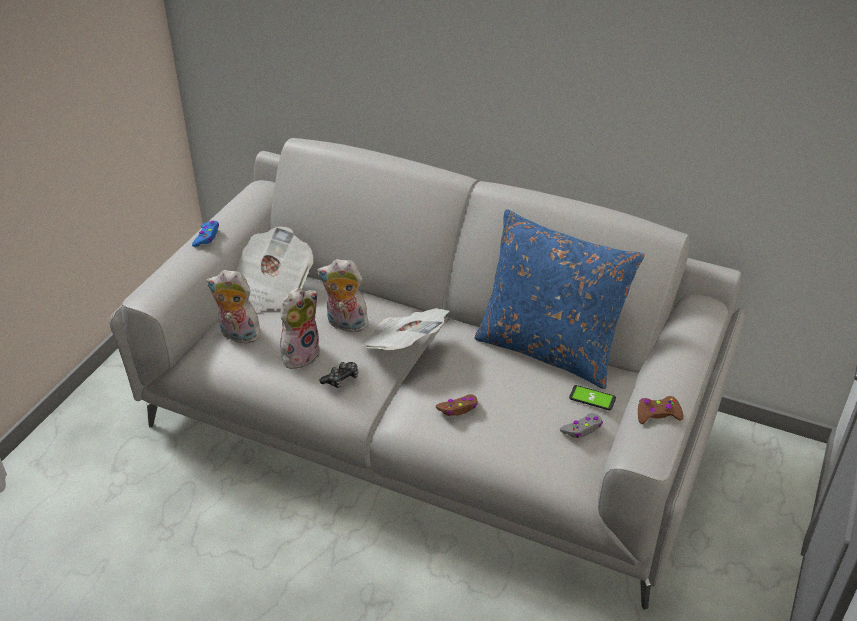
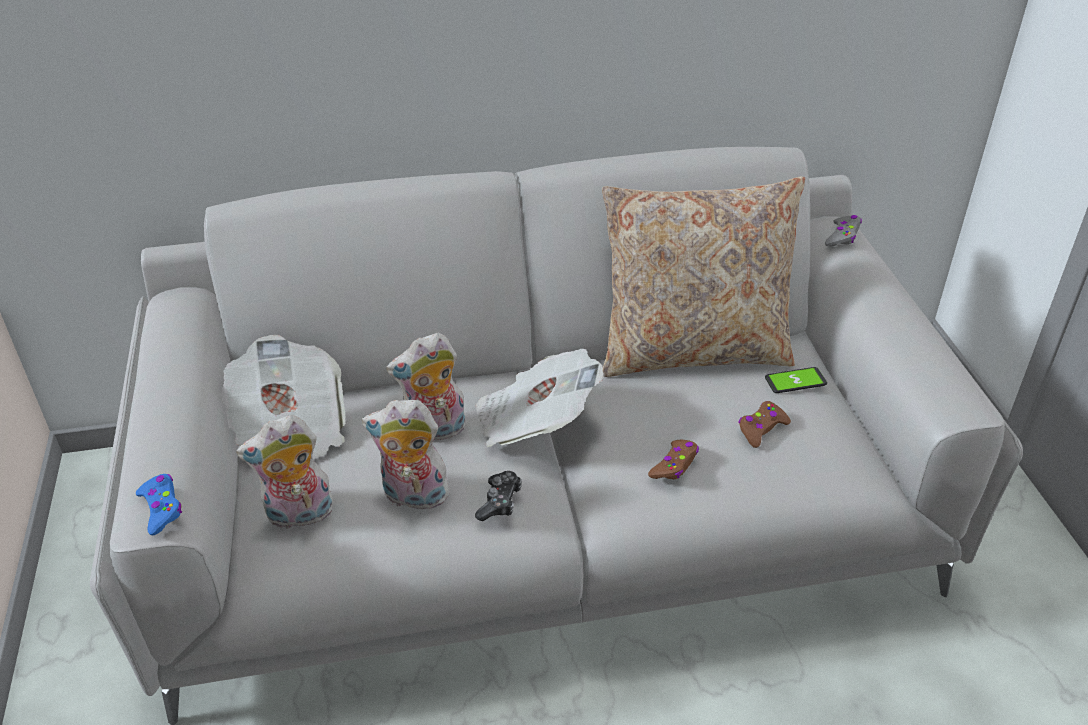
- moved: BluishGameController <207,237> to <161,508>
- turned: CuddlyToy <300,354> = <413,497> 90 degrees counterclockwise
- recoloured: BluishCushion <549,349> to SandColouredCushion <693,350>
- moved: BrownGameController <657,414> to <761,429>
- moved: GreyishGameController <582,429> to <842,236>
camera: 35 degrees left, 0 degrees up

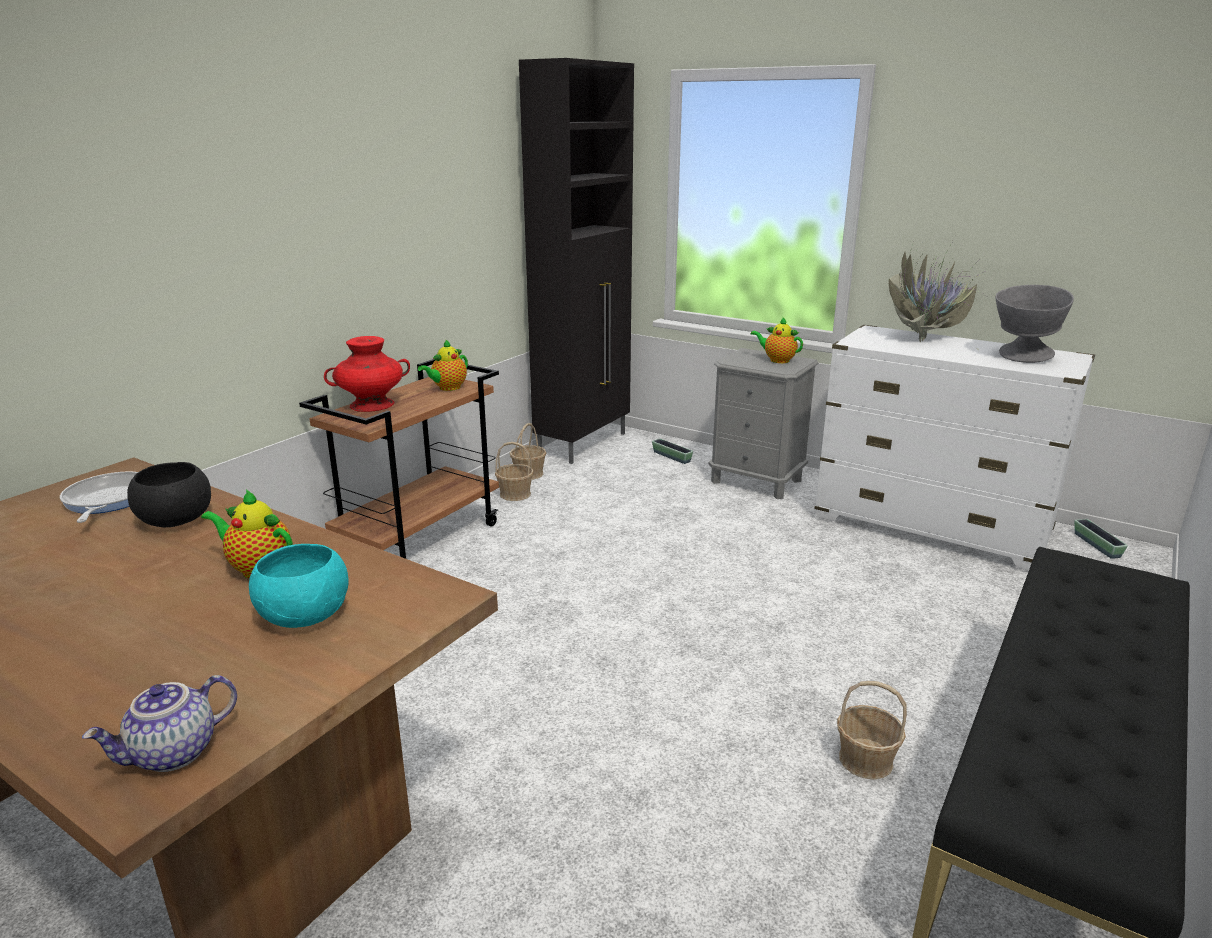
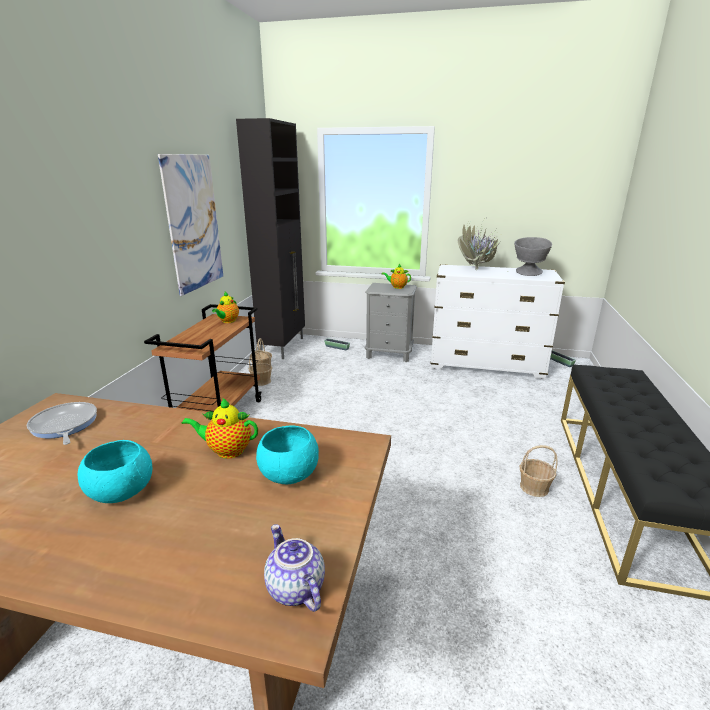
- added: TurquoiseBowl <121,491>
- added: WallPicture <194,223>
- turned: TeaPot <174,754> = <294,588> 120 degrees clockwise
- removed: BlackBowl <176,520>
- removed: RedVase <371,405>
camera: 20 degrees left, 0 degrees up

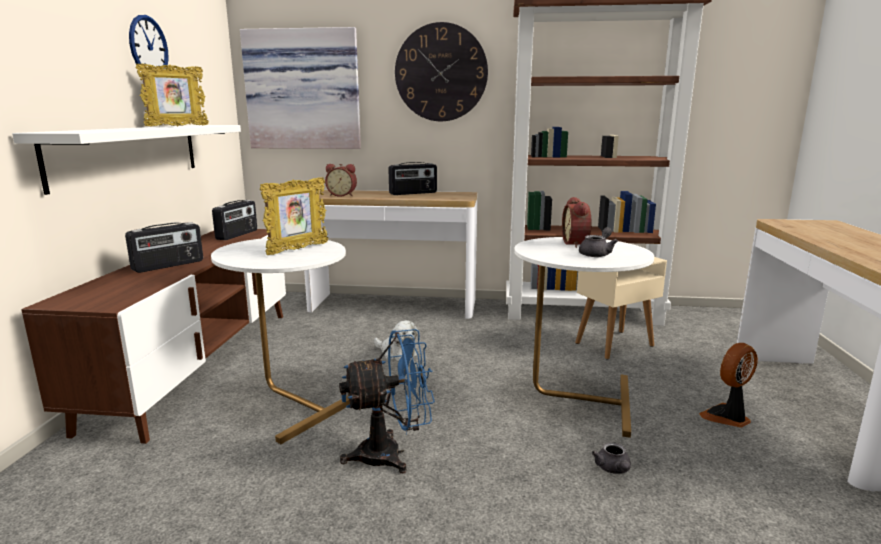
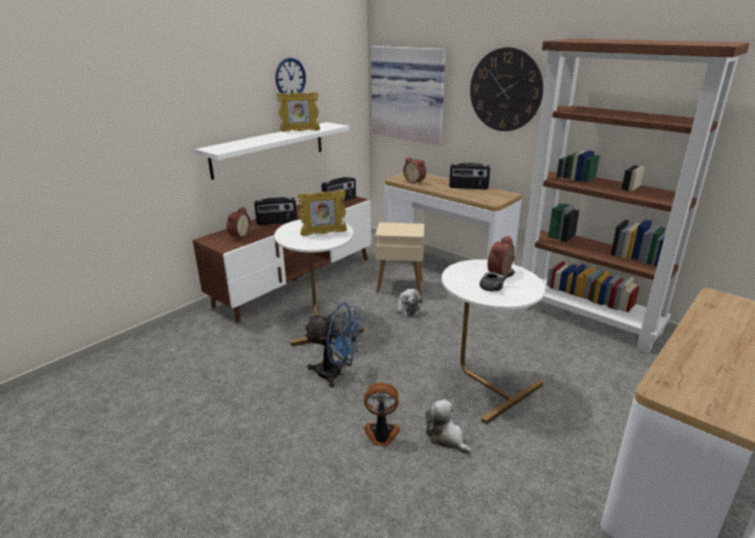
- added: BedsideClock <238,236>
- moved: CoolingFan <727,417> to <381,435>
- moved: SandColouredEndTable <613,345> to <399,286>
- replaced: GreyishTeaPot <613,469> to CuddlyToy <446,437>
camera: 35 degrees right, 10 degrees up

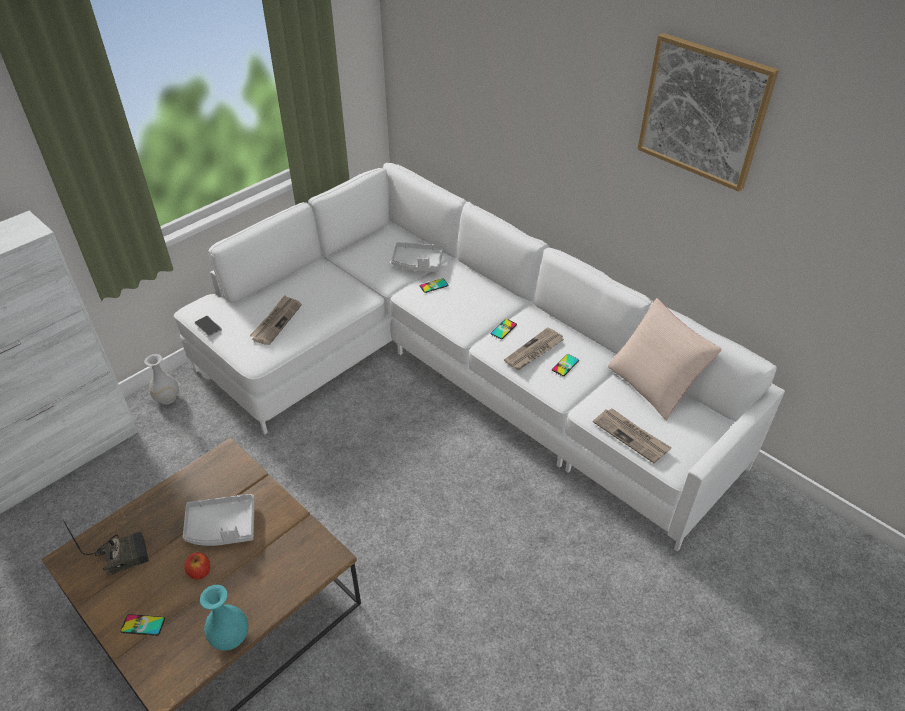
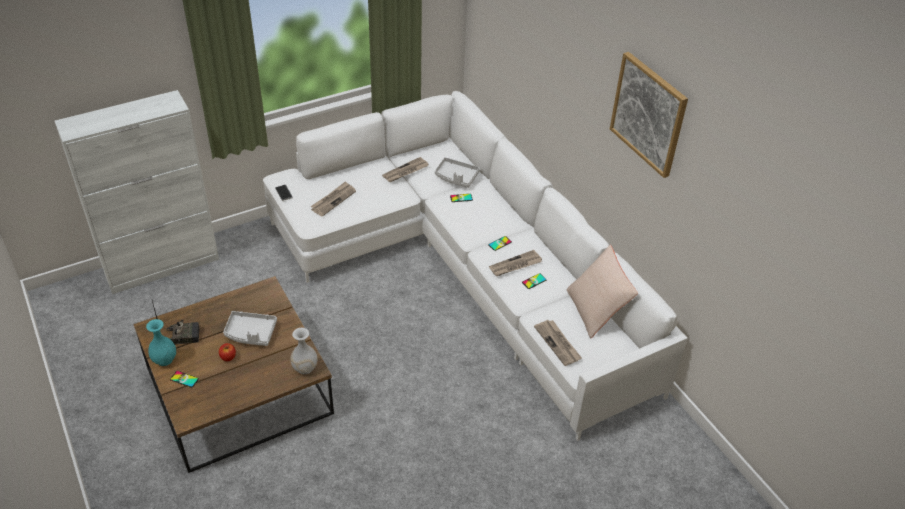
- moved: TurquoiseVase <231,637> to <165,359>
- moved: WhiteColouredVase <167,398> to <304,368>
- added: Newspaper <405,171>
camera: 15 degrees right, 0 degrees up

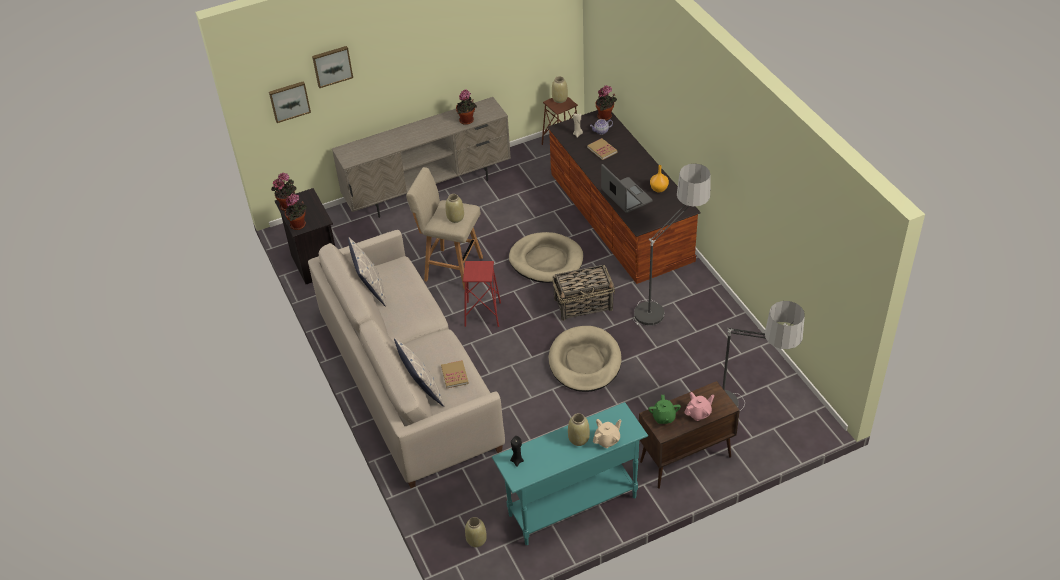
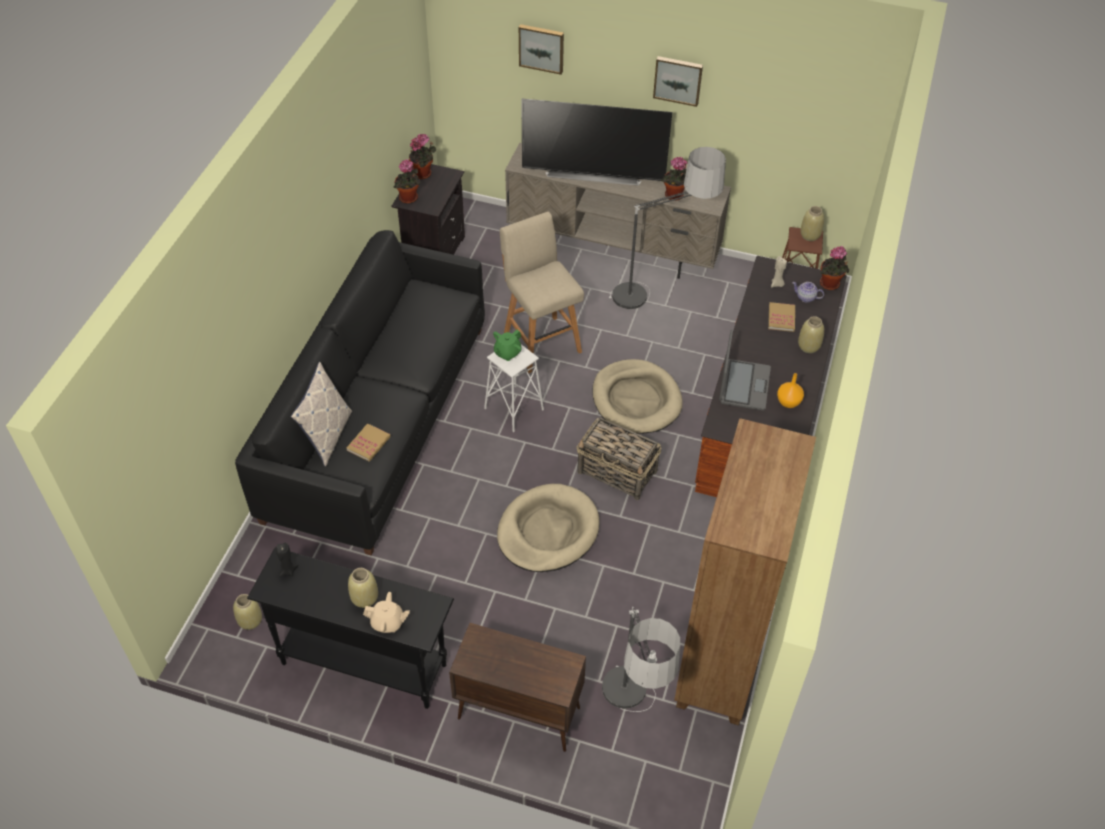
- recoloured: SandColouredSofa <408,380> to BlackSofa <377,421>
- recoloured: TurquoiseNarrowTable <572,506> to BlackNarrowTable <363,663>
- recoloured: RedStoolSeat <482,314> to WhiteColouredStoolSeat <514,409>
- moved: GreenColouredTeaPot <663,417> to <507,353>
- added: Tv <593,173>
- moved: FloorLamp <666,303> to <657,299>
- moved: WallPicture <289,101> to <678,80>
- added: BrownBookshelf <719,661>
- moved: SandColouredVase <455,218> to <808,346>
- removed: Cushion <371,290>
- removed: PinkTeaPot <699,413>
camera: 40 degrees right, 5 degrees up

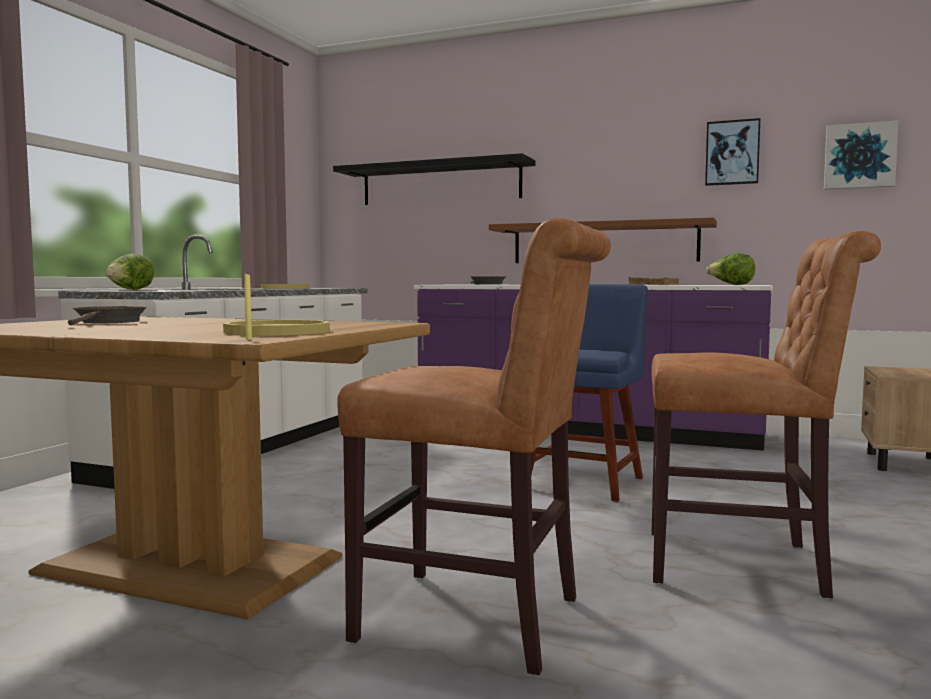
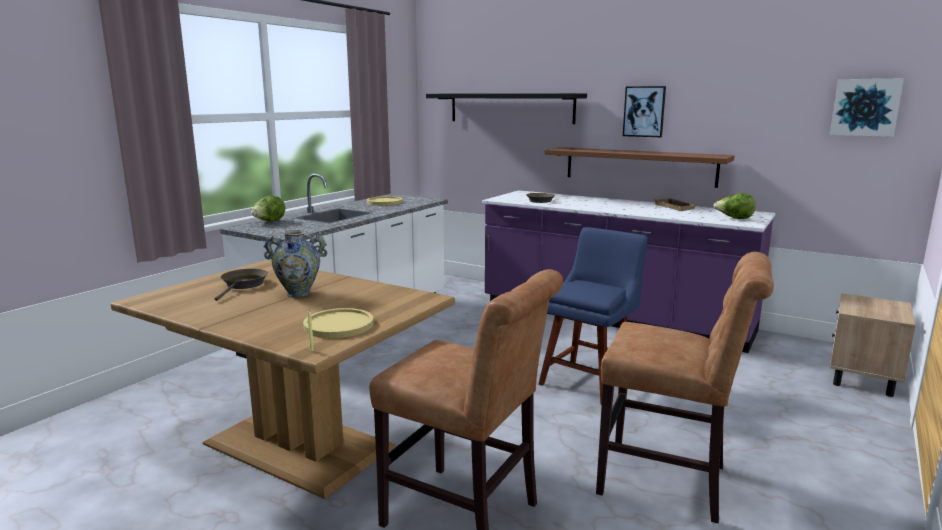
- added: Vase <298,294>
- moved: WallPicture <732,152> to <644,111>
camera: 10 degrees right, 10 degrees up

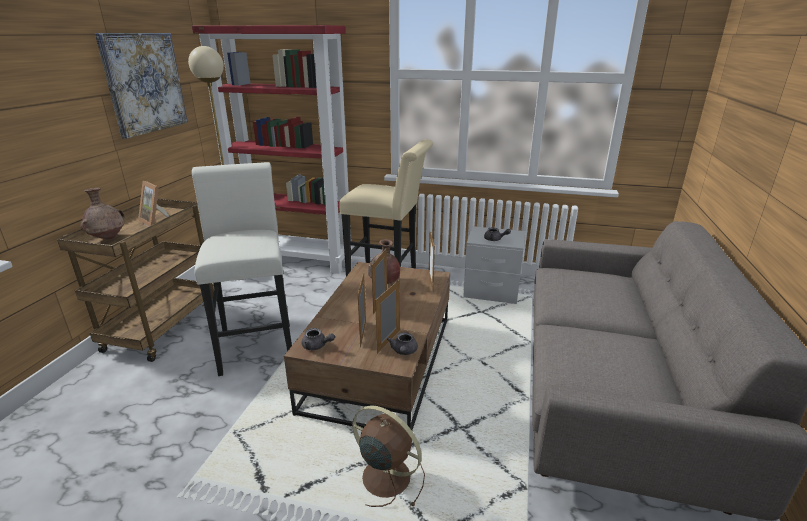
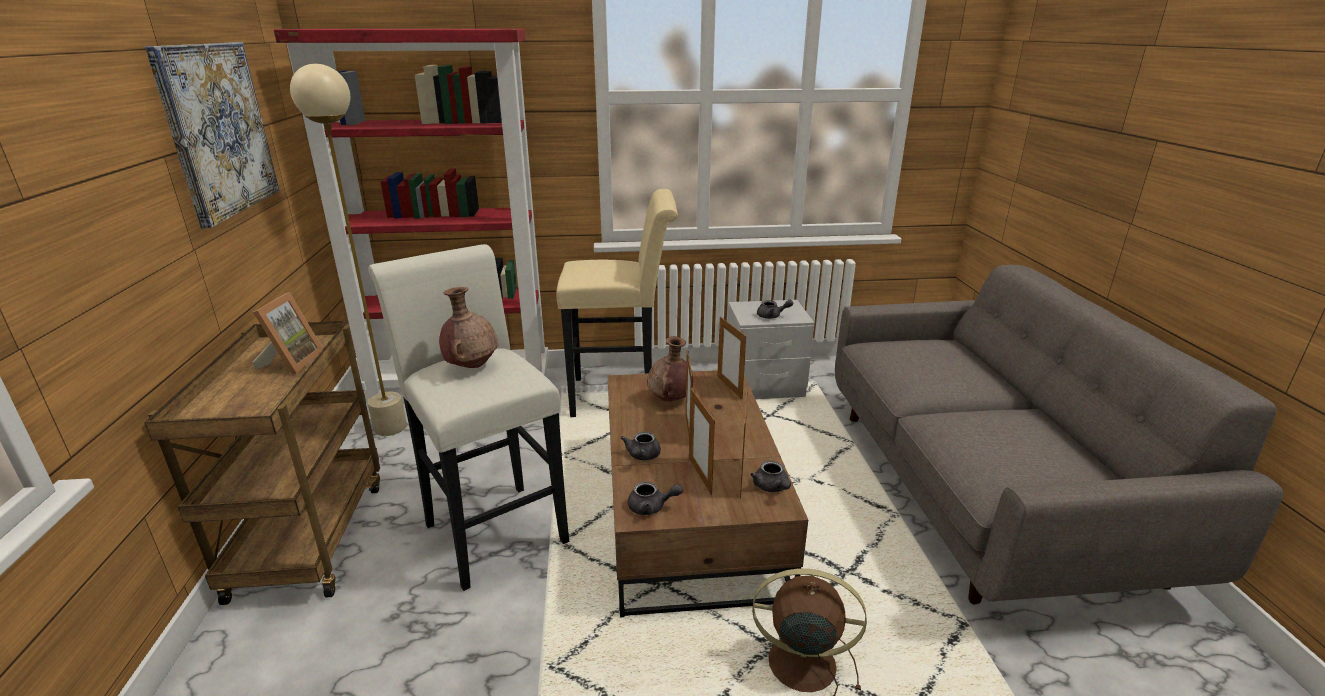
- turned: StandingFrame <156,221> = <292,362> 105 degrees counterclockwise
- moved: BrownVase <108,238> to <472,366>
- added: GreyishTeaPot <642,456>
camera: 20 degrees left, 0 degrees up

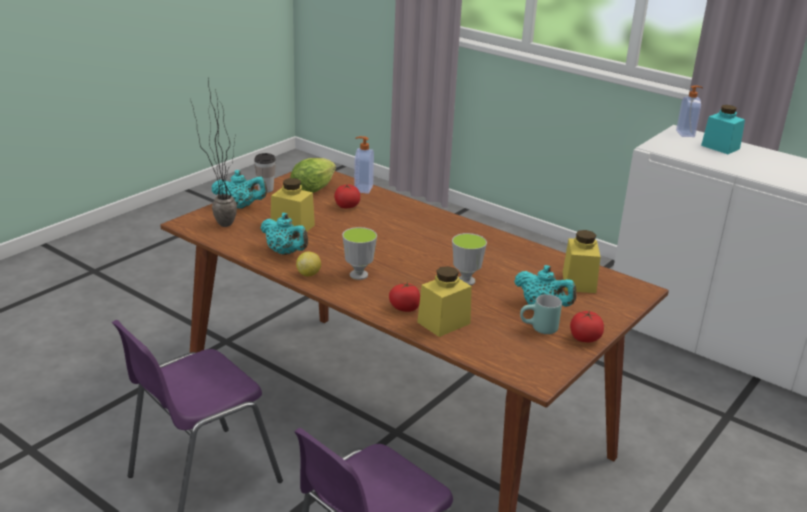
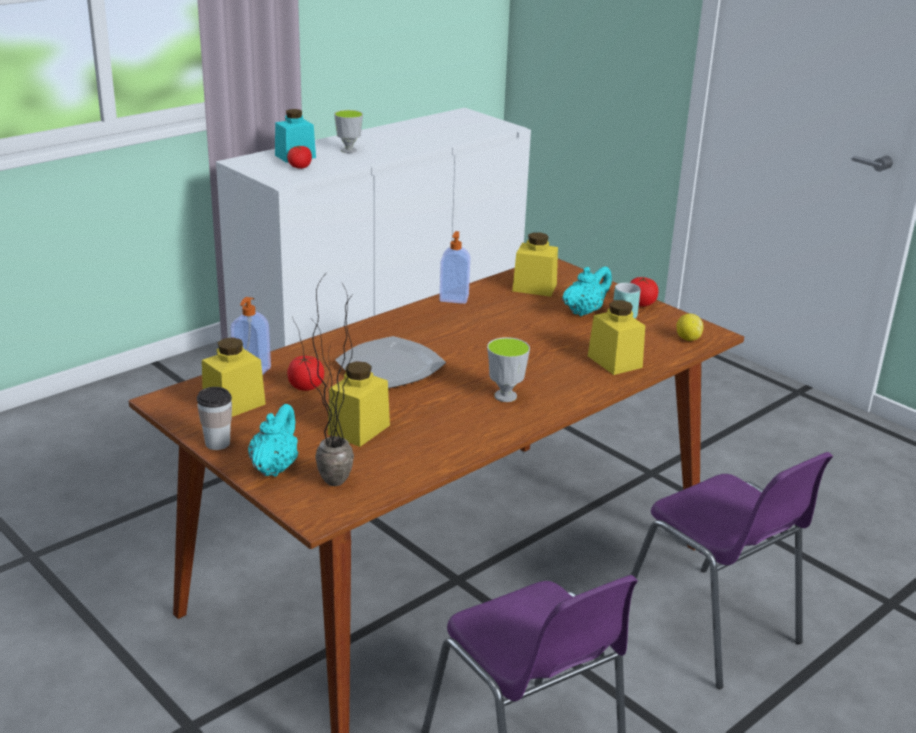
- replaced: Lettuce <315,189> to YellowPreserveJar <234,404>
- moved: Tomato <405,308> to <300,167>
- moved: DrinkingCup <466,281> to <349,150>
- added: FlatDish <389,366>
- moved: SoapDispenser <686,134> to <454,298>
- moved: CitrusFruit <309,274> to <688,339>
- removed: TurquoiseTeaPot <285,252>
camera: 80 degrees left, 0 degrees up

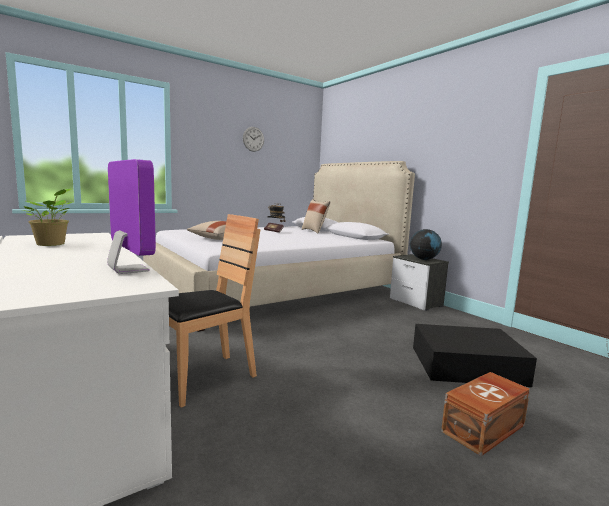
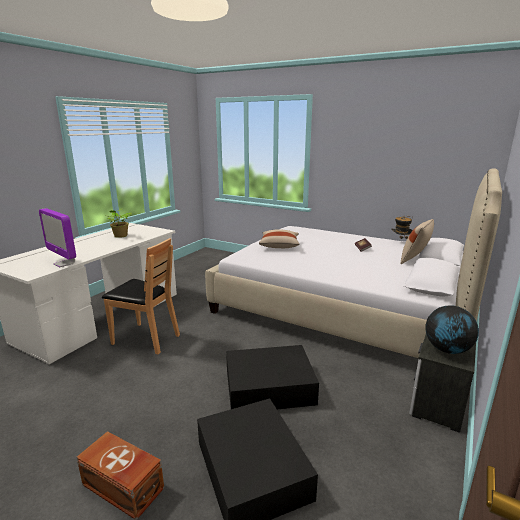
- turned: ComputerScreen <128,270> = <64,263> 105 degrees clockwise
- added: BlackStorageContainer <270,387>
- removed: HangingClock <253,139>
camera: 65 degrees right, 10 degrees up

